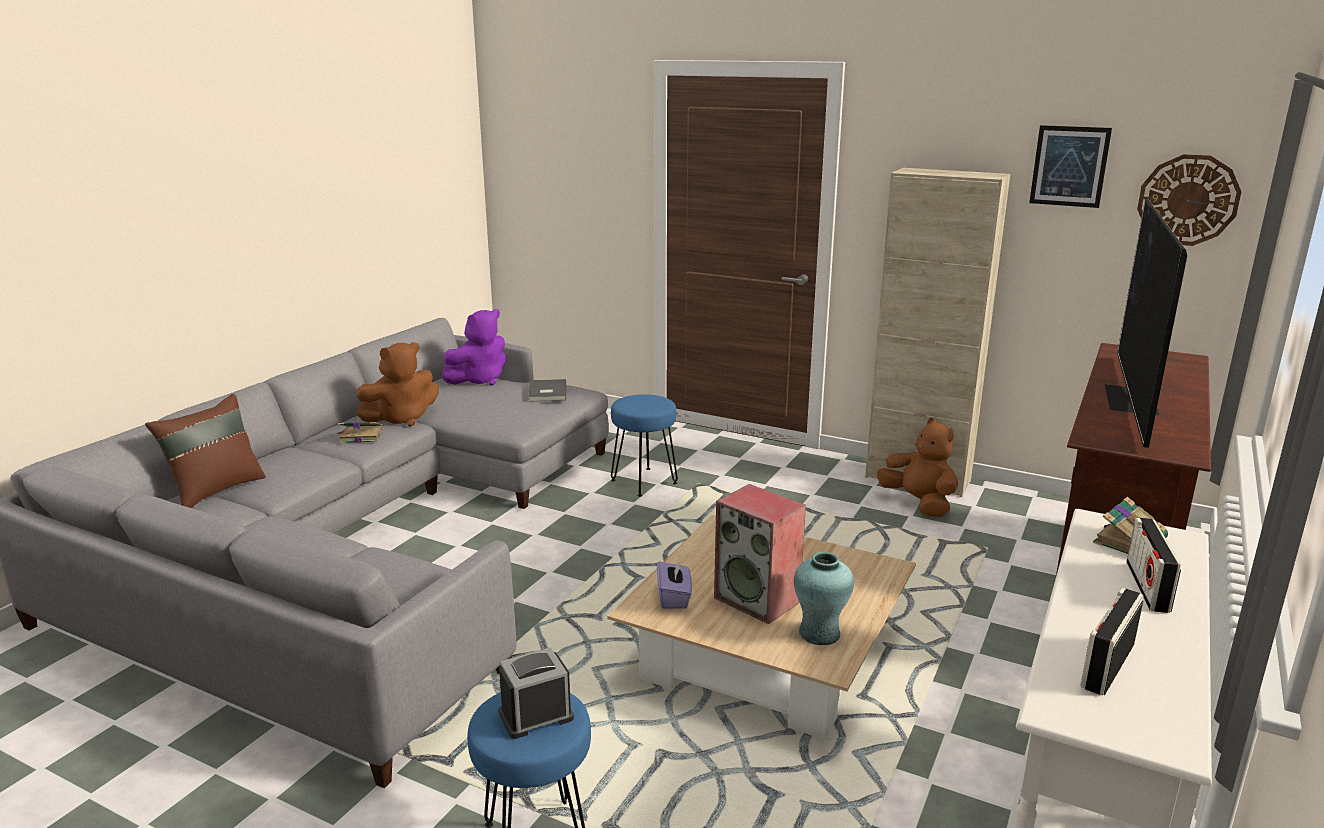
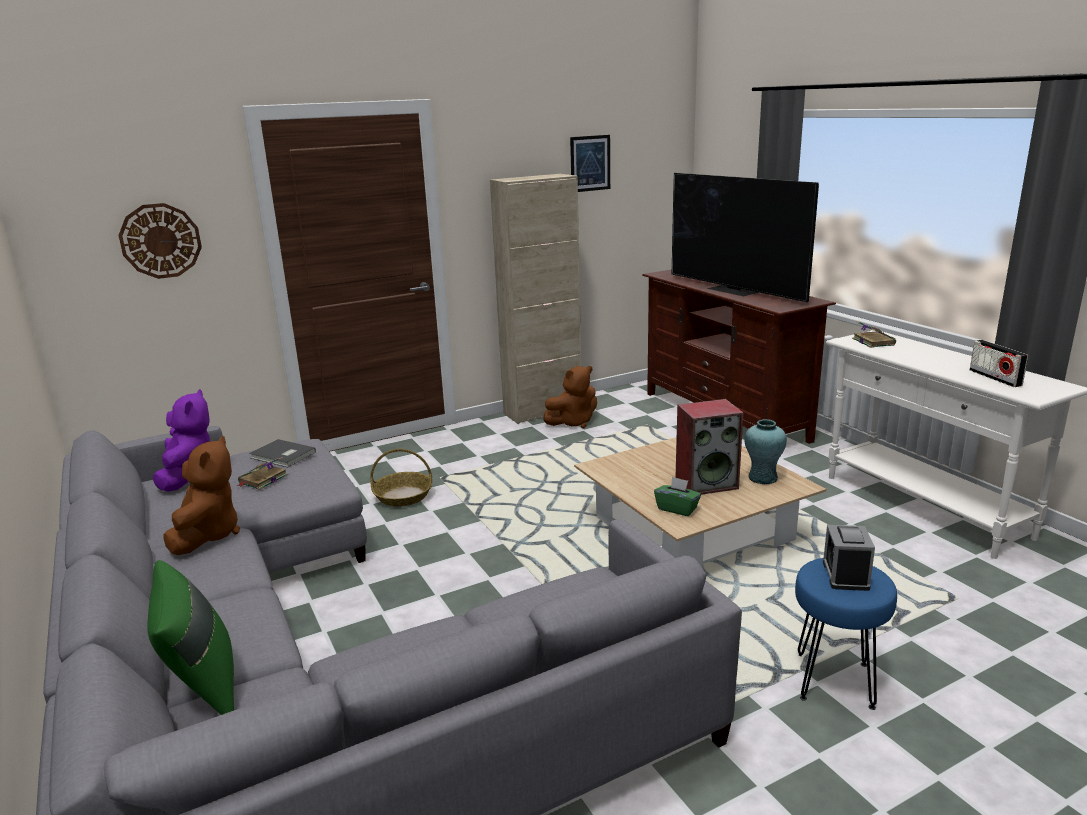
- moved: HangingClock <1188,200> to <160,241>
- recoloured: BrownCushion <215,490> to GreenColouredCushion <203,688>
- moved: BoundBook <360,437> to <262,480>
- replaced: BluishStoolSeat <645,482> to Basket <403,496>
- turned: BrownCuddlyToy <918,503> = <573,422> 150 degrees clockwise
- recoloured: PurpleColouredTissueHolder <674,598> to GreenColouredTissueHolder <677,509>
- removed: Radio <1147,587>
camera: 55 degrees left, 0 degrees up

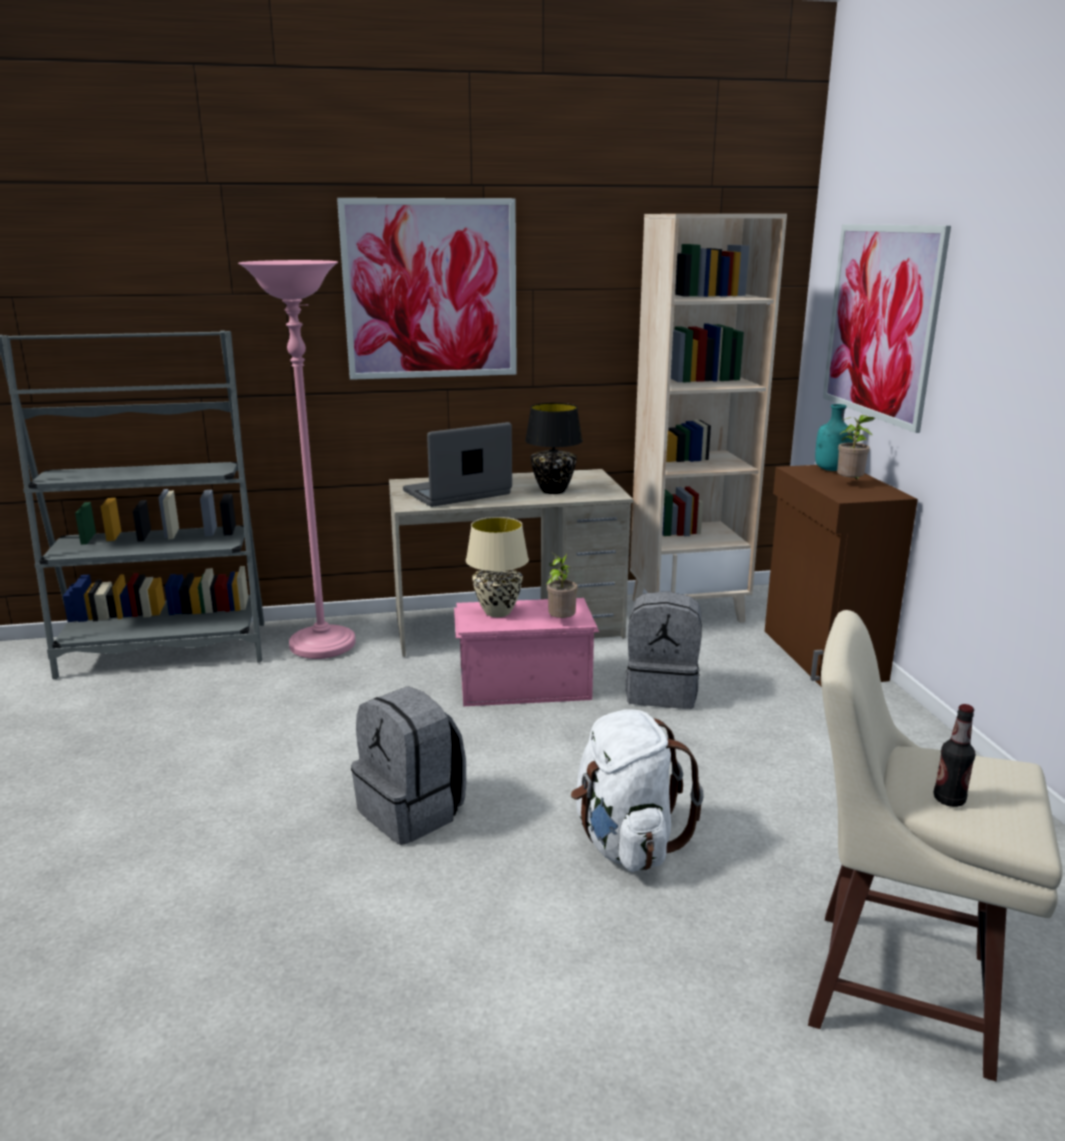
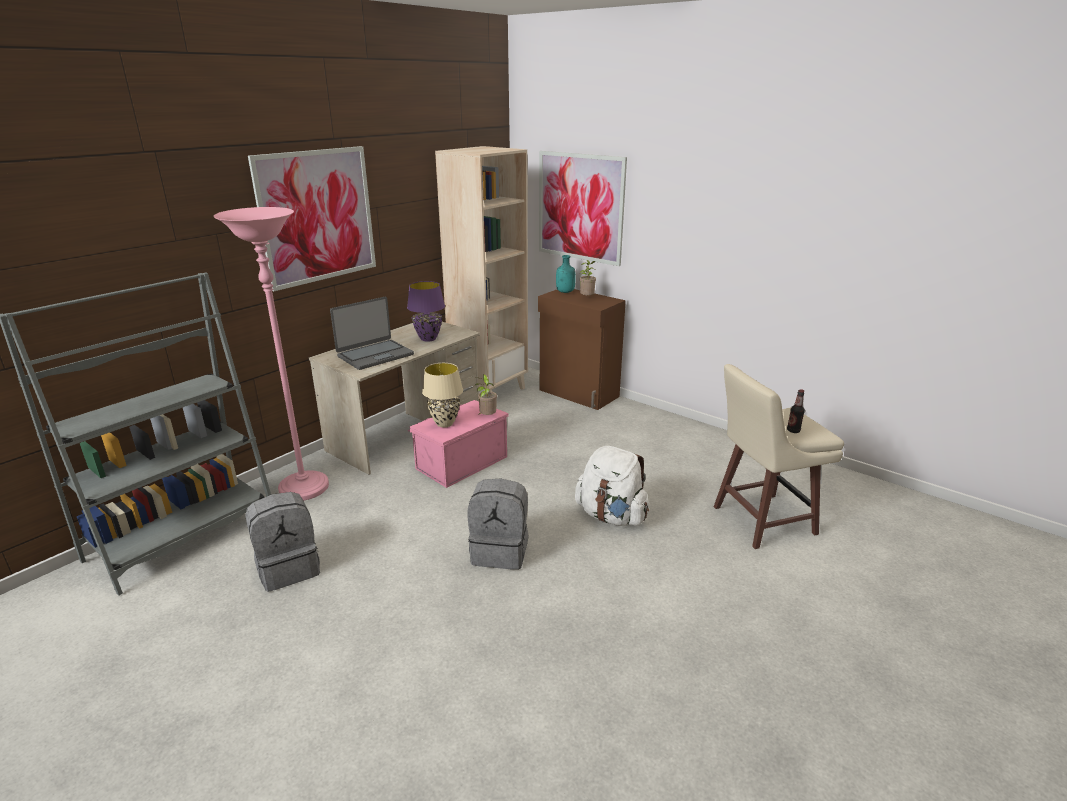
- moved: GreyishRucksack <662,691> to <289,568>
- turned: NotebookComputer <457,493> = <375,355> 150 degrees counterclockwise
- recoloured: BlackTabletopLamp <553,490> to PurpleColouredTabletopLamp <428,338>
camera: 40 degrees left, 5 degrees up

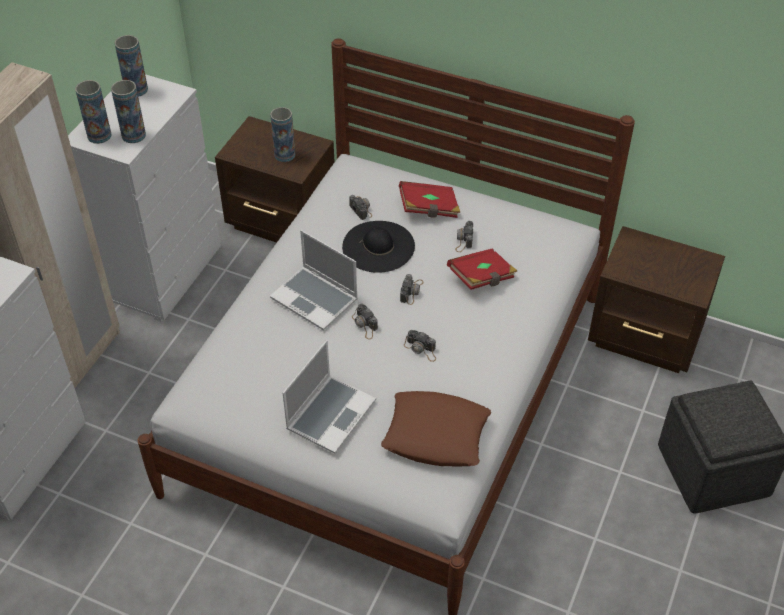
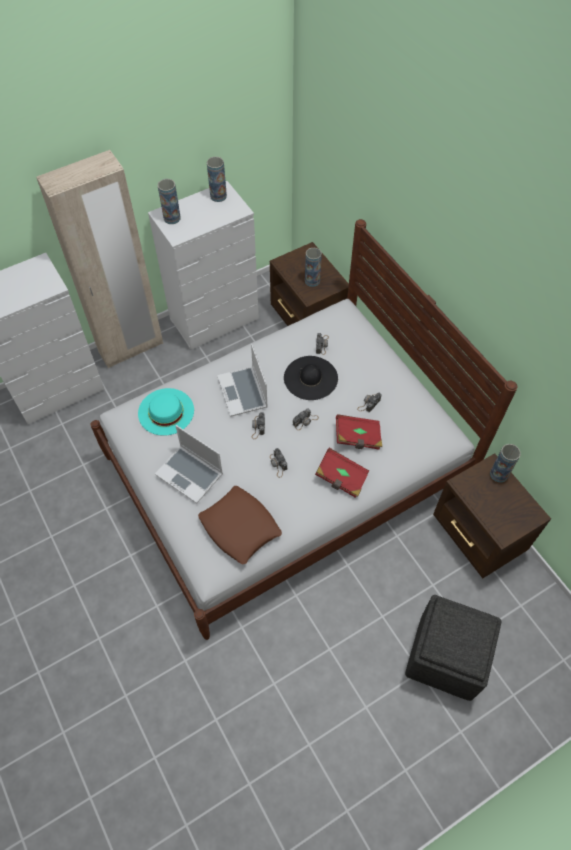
- added: TurquoiseClothingHat <166,411>
- turned: NotebookComputer <330,414> = <190,474> 60 degrees clockwise
- moved: RedBoundBook <429,209> to <341,478>
- moved: Vase <133,135> to <499,474>
camera: 35 degrees right, 10 degrees up

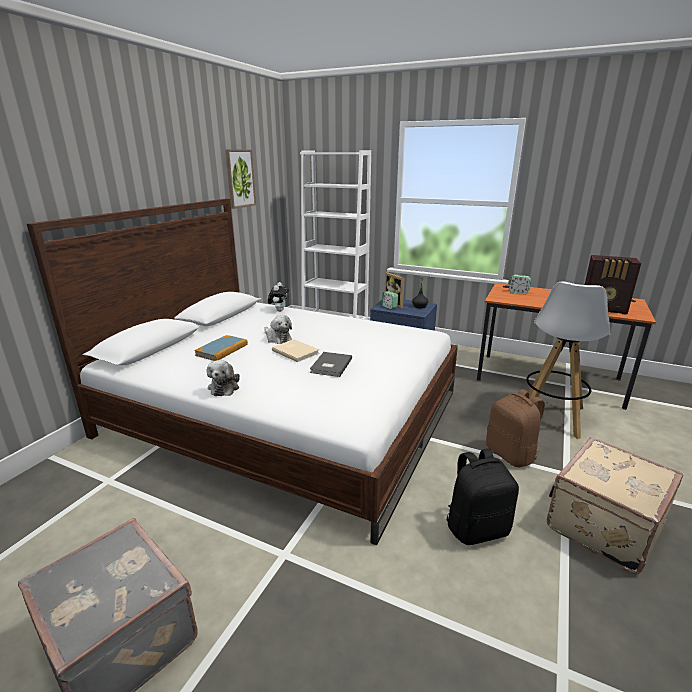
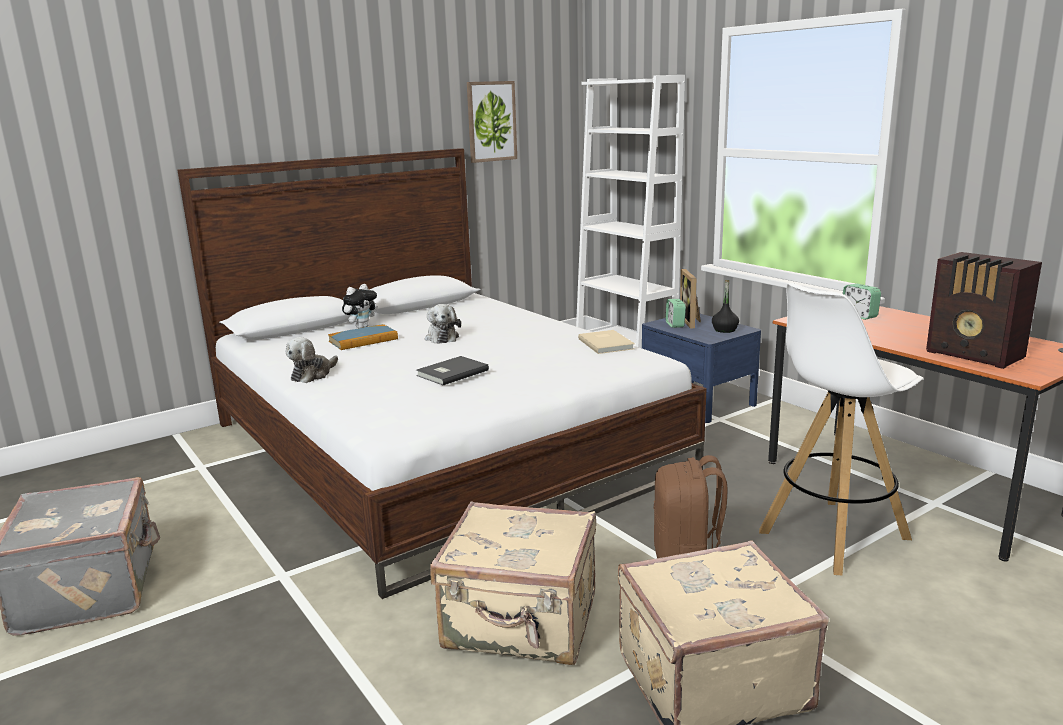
- moved: CuddlyToy <279,310> to <361,327>
- replaced: BlackRucksack <476,528> to SandColouredSuitcase <521,623>
- moved: SandColouredBoundBook <296,351> to <607,343>
camera: 30 degrees right, 5 degrees down

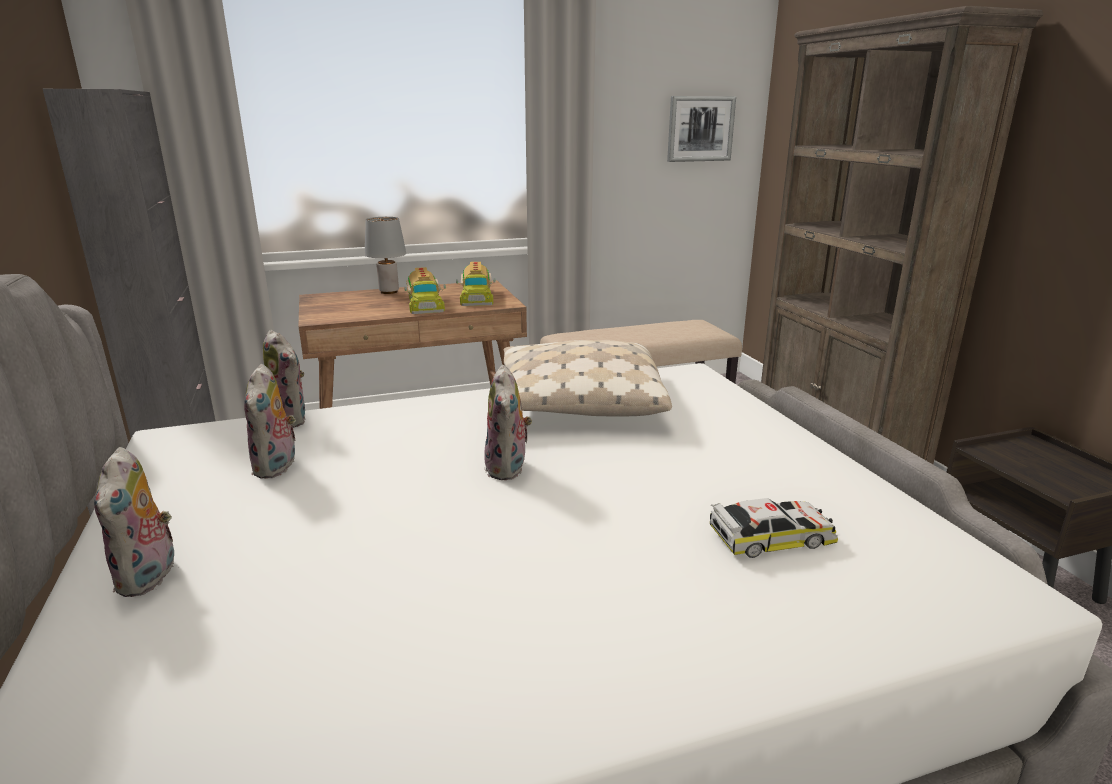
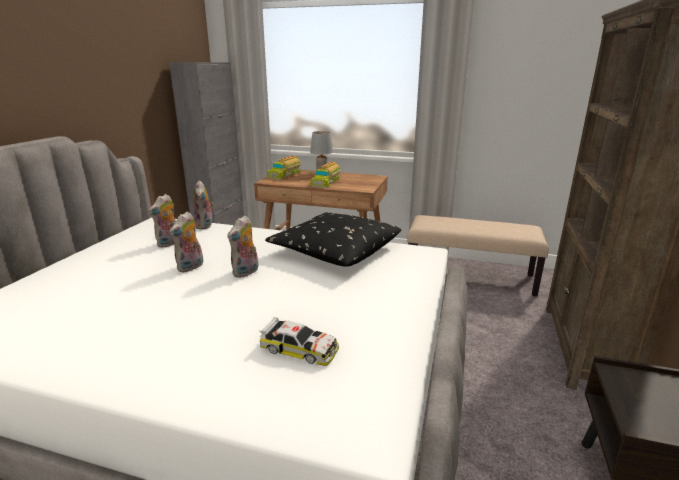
- moved: CuddlyToy <150,577> to <191,267>
- recoloured: SandColouredCushion <577,401> to BlackCushion <334,250>
- moved: ToyLorry <475,296> to <284,174>
- removed: WallPicture <700,129>
camera: 35 degrees right, 0 degrees up

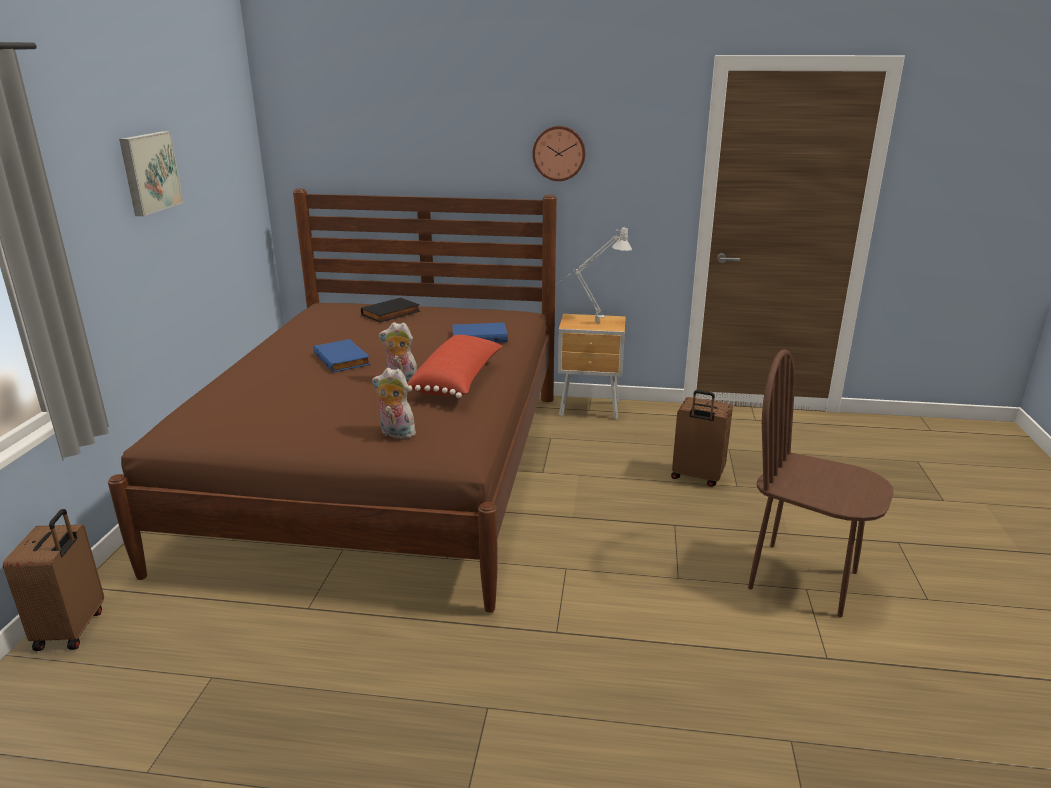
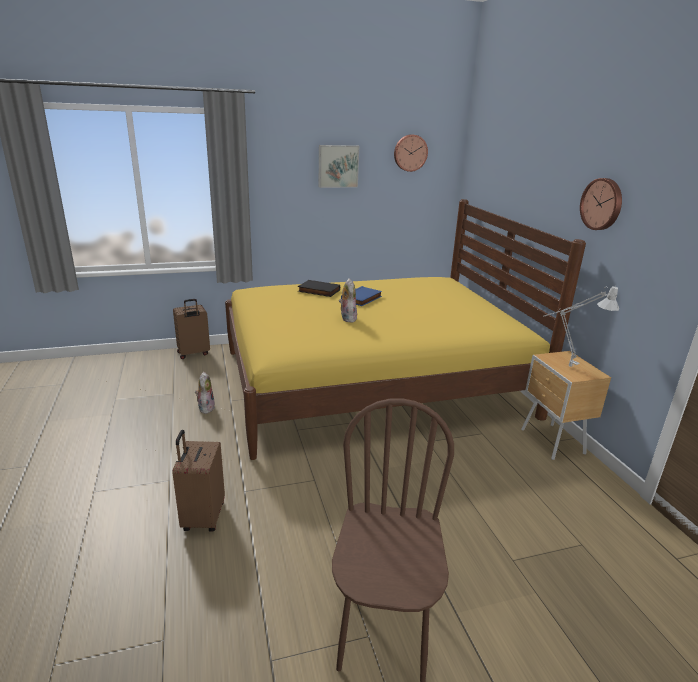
- moved: BrownSuitcase <696,477> to <202,517>
- moved: CuddlyToy <395,434> to <205,408>
- recoloured: BrownSleepingBed <385,471> to YellowSleepingBed <372,383>
- moved: BlackBoundBook <391,313> to <318,291>
- added: HangingClock <410,153>
- removed: RedCushion <459,381>
- removed: BluishBoundBook <480,336>
camera: 65 degrees right, 0 degrees up

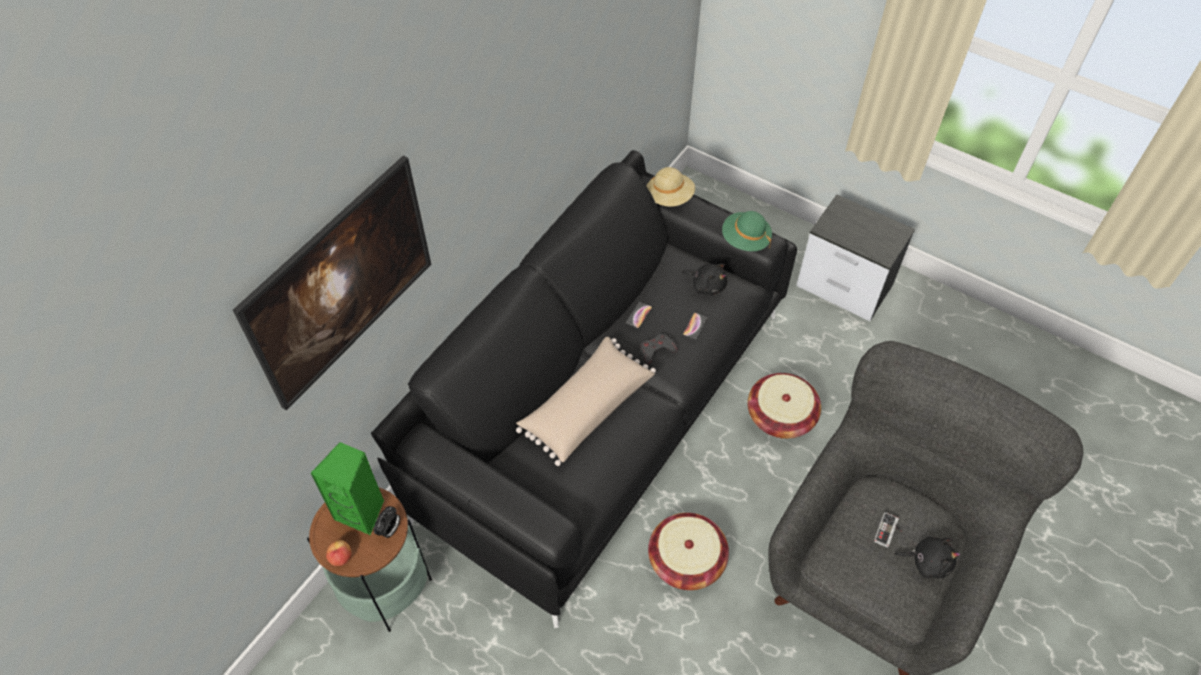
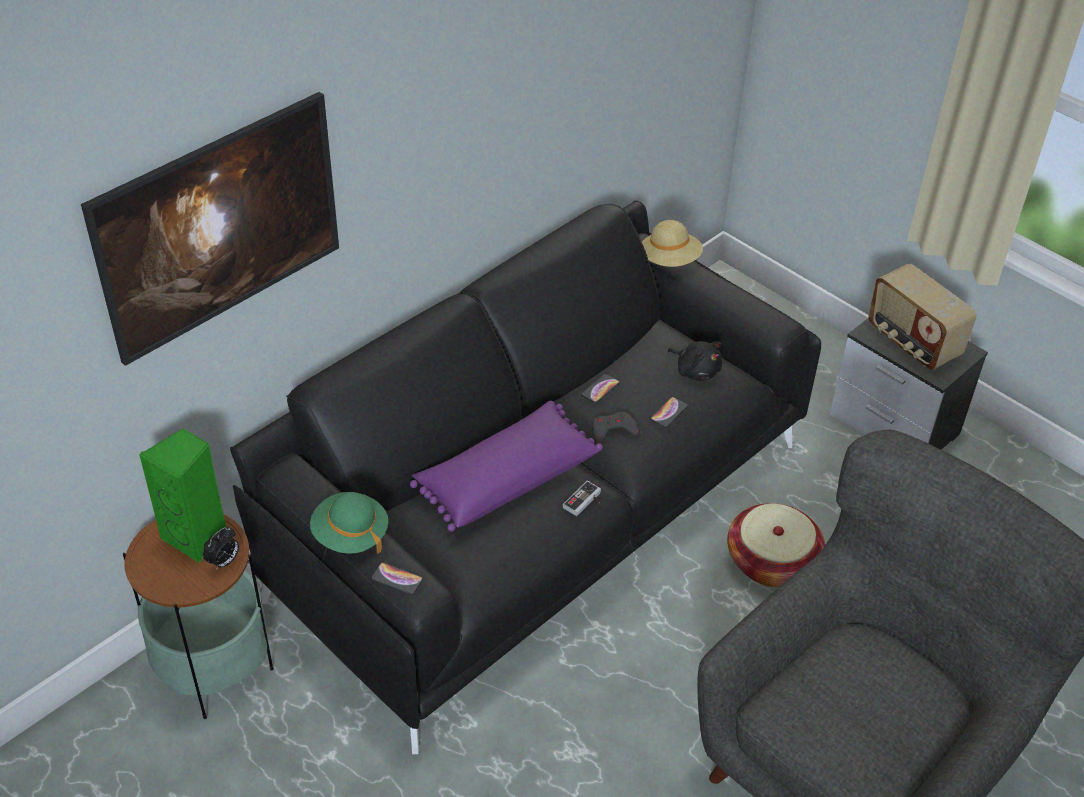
- moved: GreenColouredClothingHat <745,240> to <350,535>
- added: Telephone <397,579>
- recoloured: SandColouredCushion <585,407> to PurpleColouredCushion <506,479>
- moved: GameController <889,532> to <585,502>
- added: Radio <912,342>
- removed: AppleFruit <341,558>
- removed: Basket <686,560>
- removed: BlackCuddlyToy <927,562>
camera: 10 degrees right, 10 degrees down

